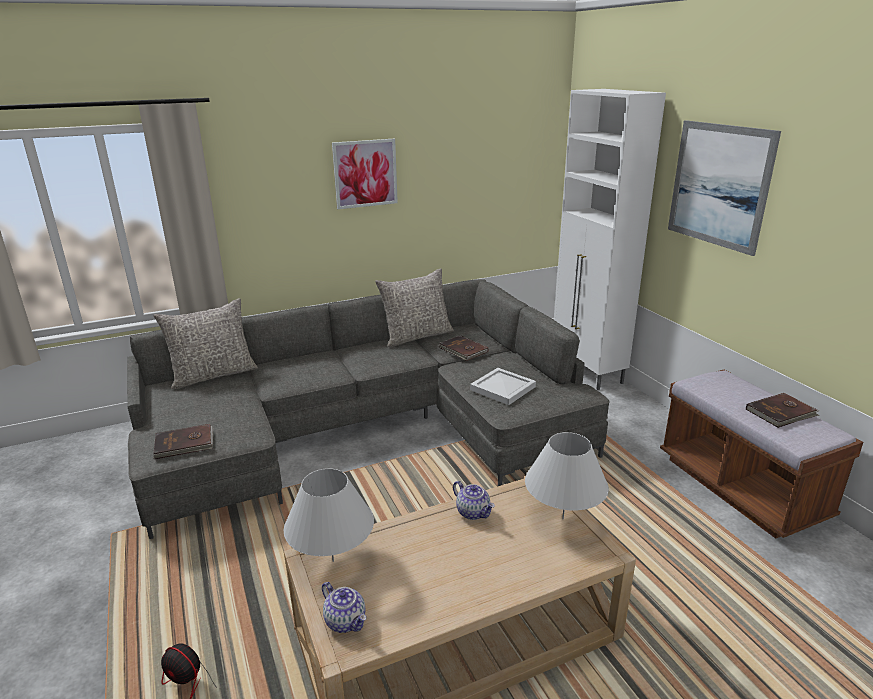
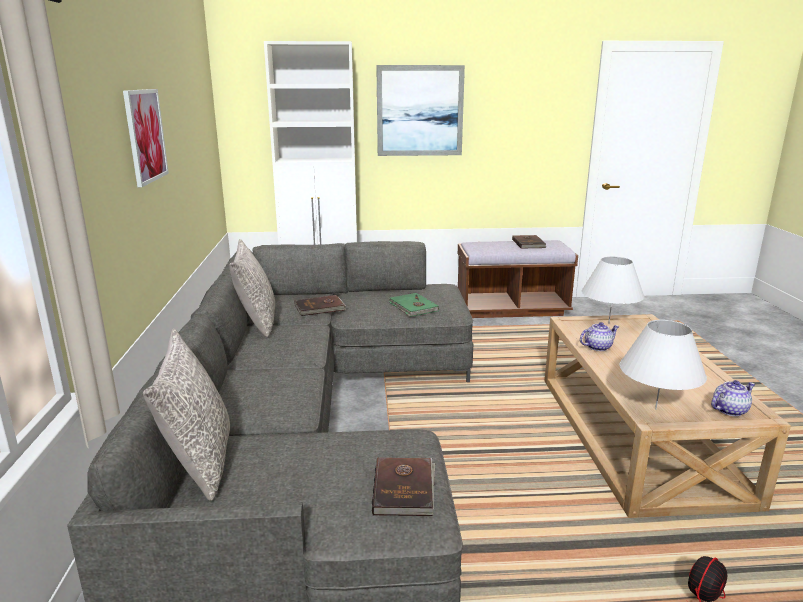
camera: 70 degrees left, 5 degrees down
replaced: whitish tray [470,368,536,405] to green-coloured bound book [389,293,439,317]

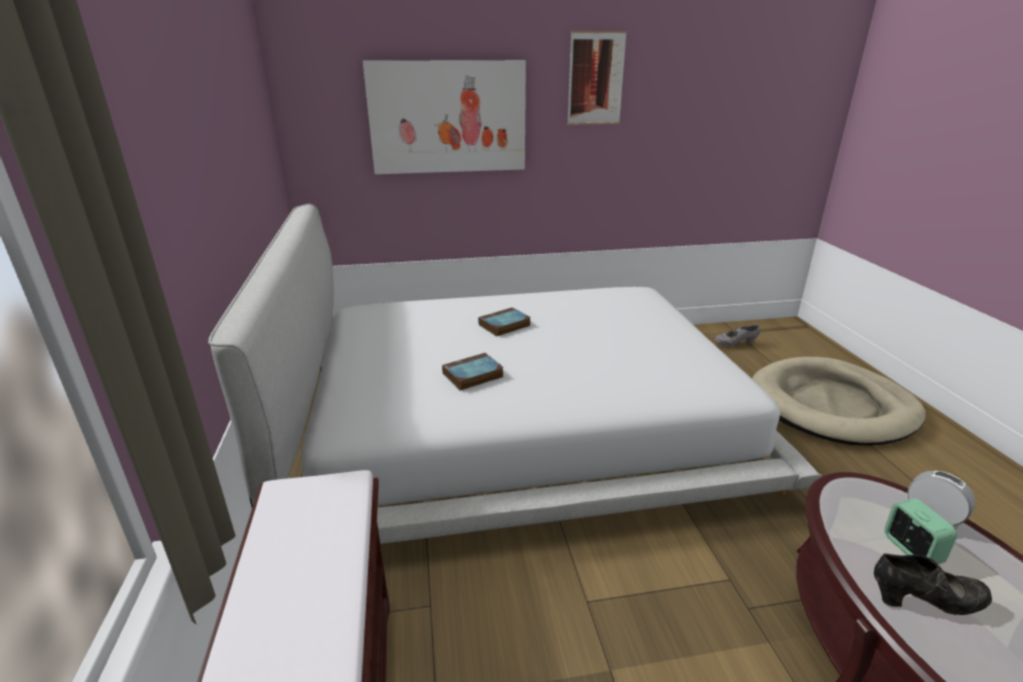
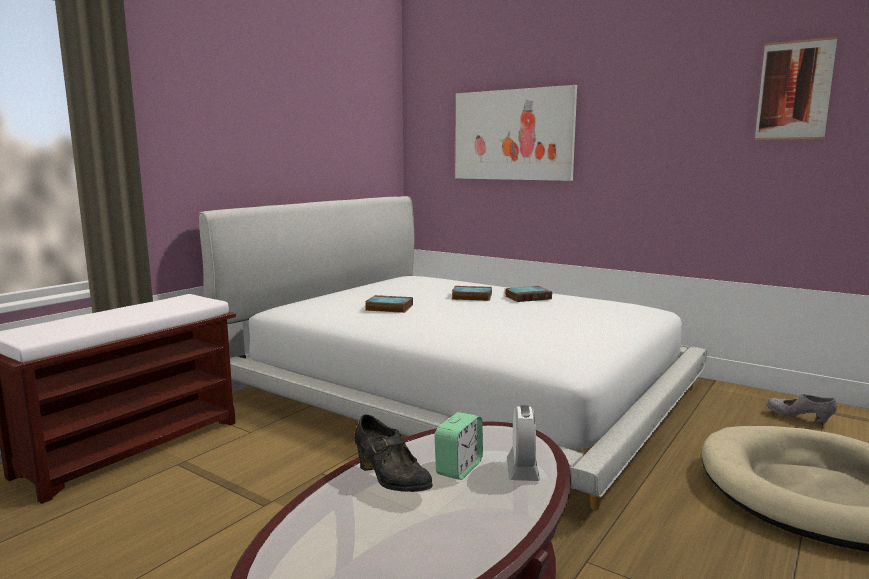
camera: 45 degrees right, 15 degrees down
added: bound book [505,286,552,302]
moved: wall picture [567,31,627,125] to [755,37,838,140]

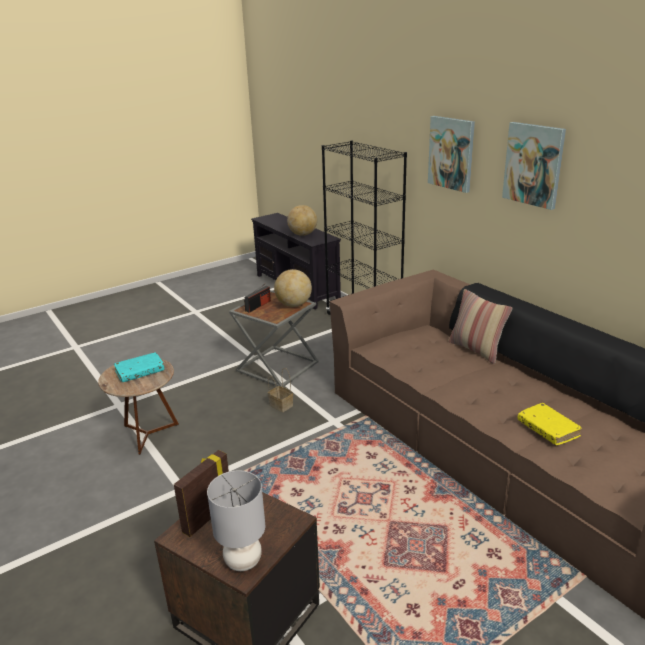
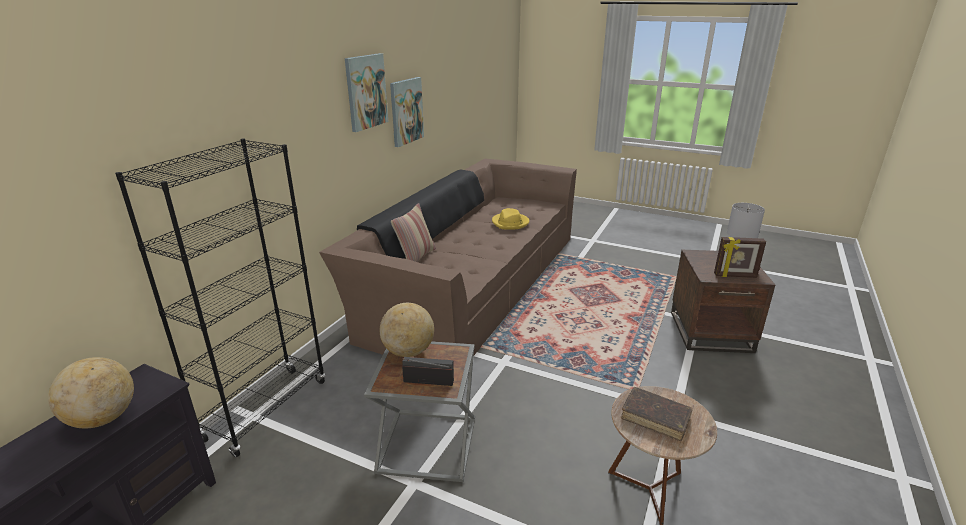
camera: 120 degrees left, 0 degrees up
removed: storage basket [268,368,293,412]
moved: wall picture [428,116,475,193] to [390,77,424,147]
replaced: yellow-coloured bound book [517,403,582,445] to yellow-coloured wearable hat [492,208,529,230]
recoloured: turquoise bound book [114,352,165,382] to brown bound book [621,387,693,441]

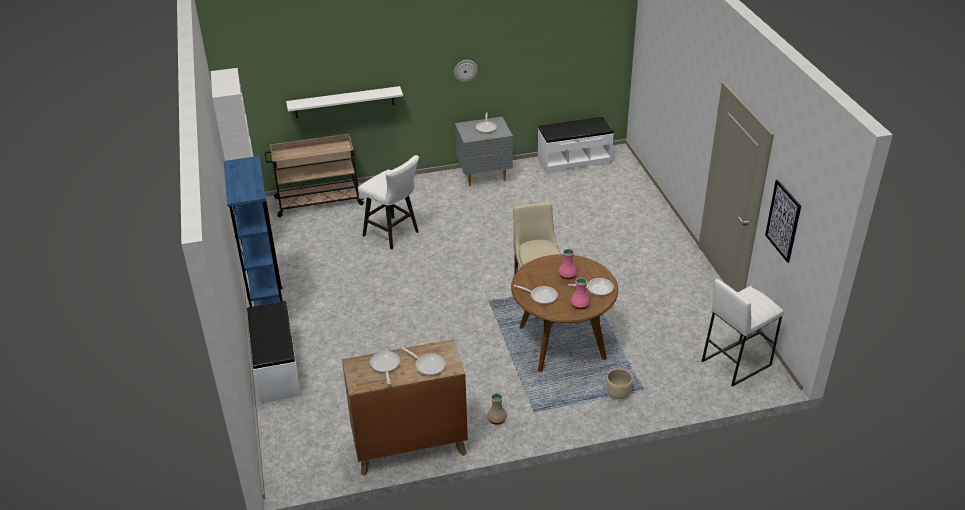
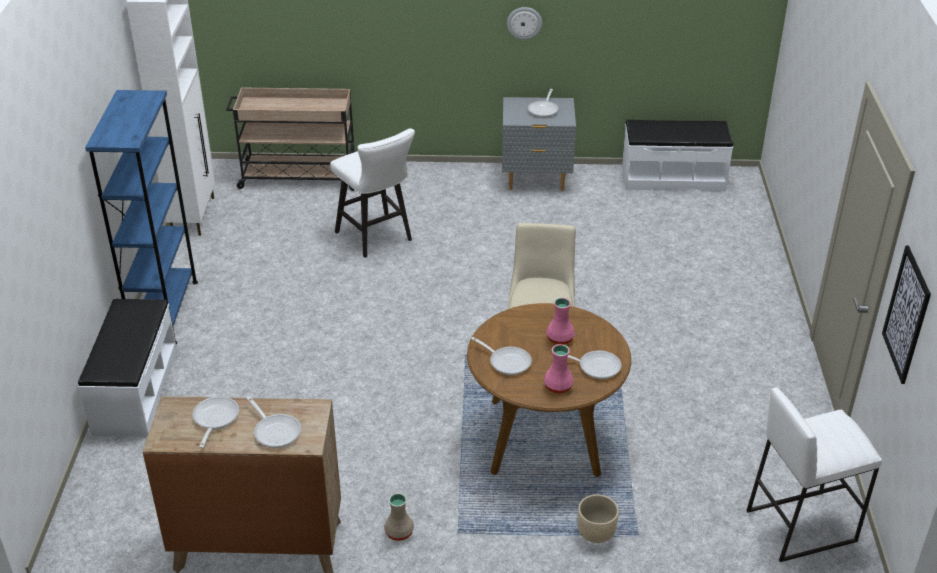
camera: 15 degrees right, 0 degrees up
removed: whitish shelf [286,86,403,118]

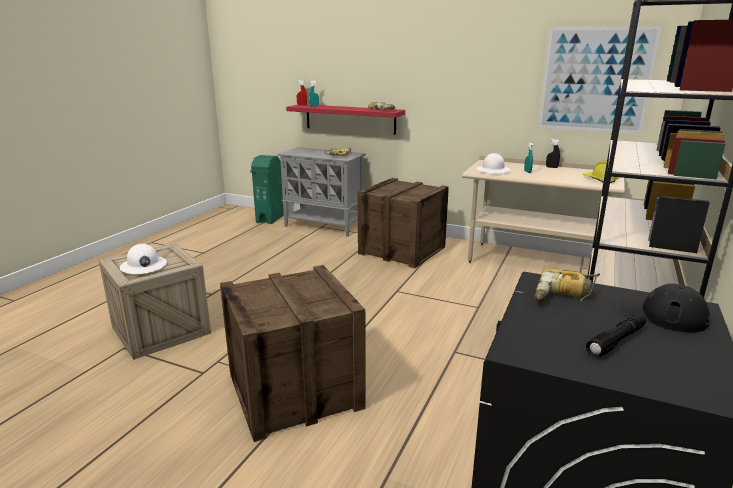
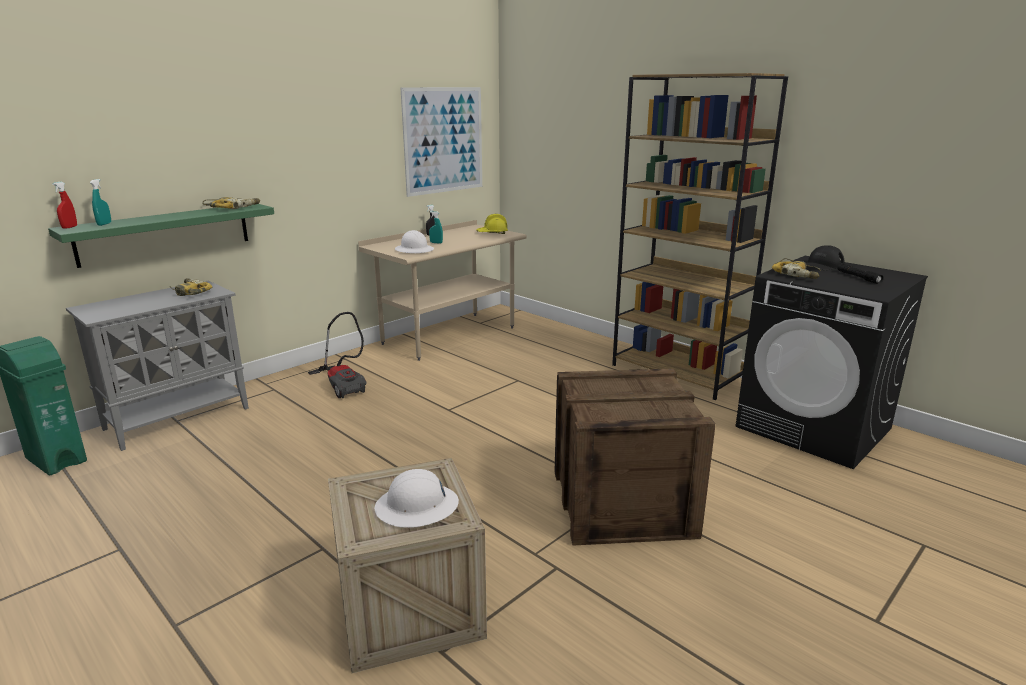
camera: 70 degrees left, 0 degrees up
replaced: crate [358,178,449,268] to vacuum [308,312,367,398]
recoloured: red-coloured shelf [286,105,405,135] to green-coloured shelf [48,204,274,268]

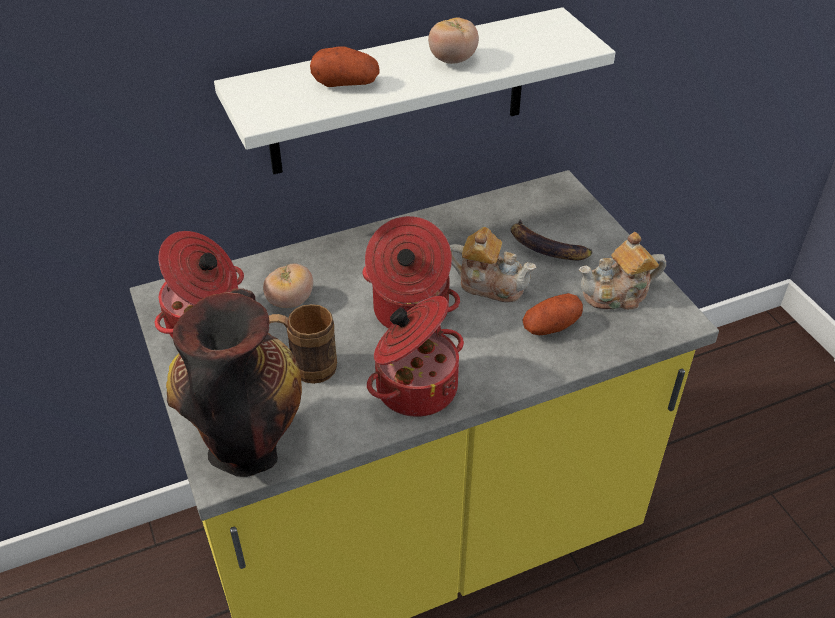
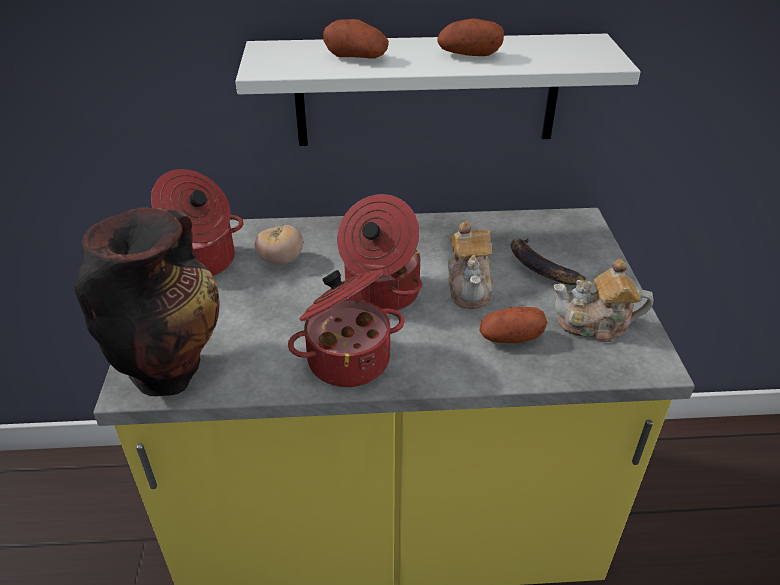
camera: 20 degrees right, 5 degrees down
removed: brown tea mug [268,304,337,384]
replaced: tomato [428,18,479,64] to spud [437,18,504,56]
turned: pot for tea [450,227,536,302] = [448,221,493,309] 45 degrees clockwise

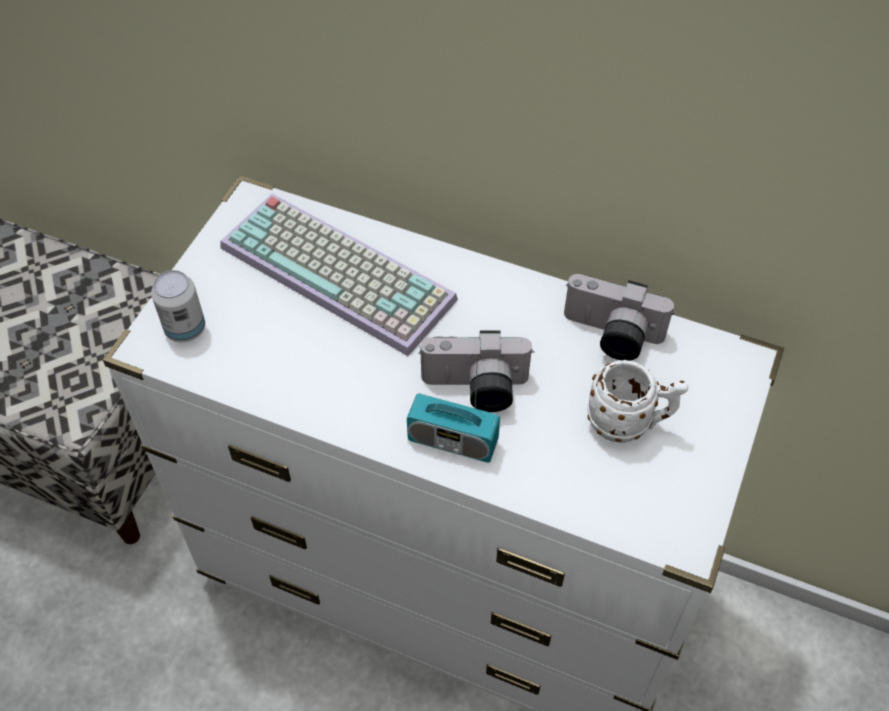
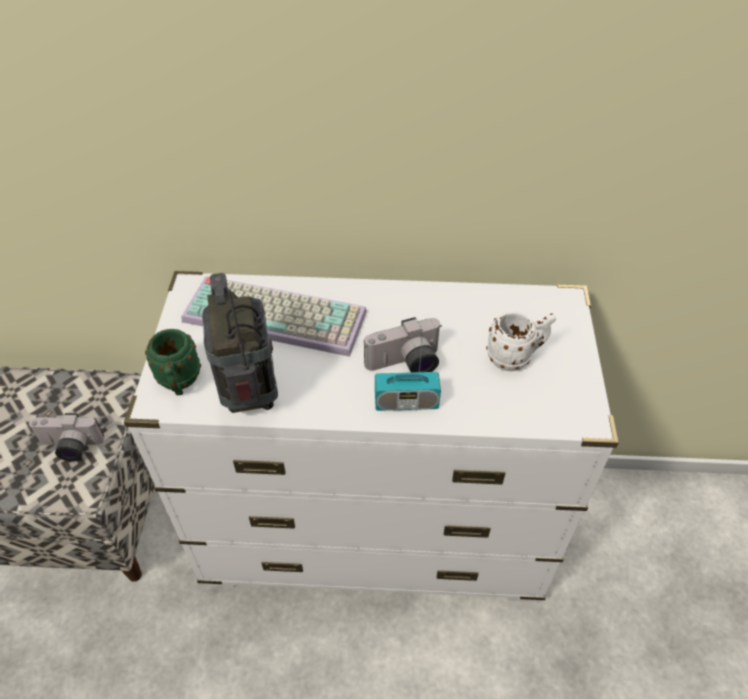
camera: 20 degrees left, 5 degrees down
added: radio [202,273,278,413]
moved: still camera [564,274,674,361] to [28,413,104,462]
replaced: can [151,270,205,342] to green-coloured tea mug [145,329,201,395]

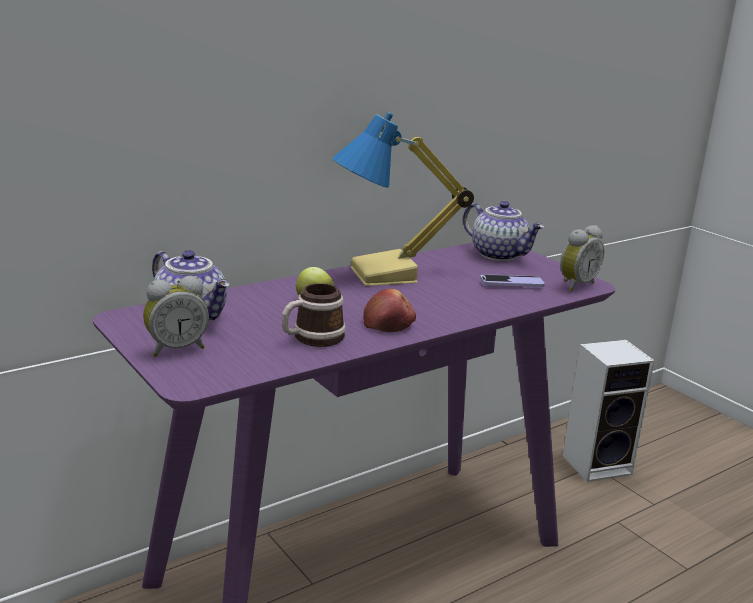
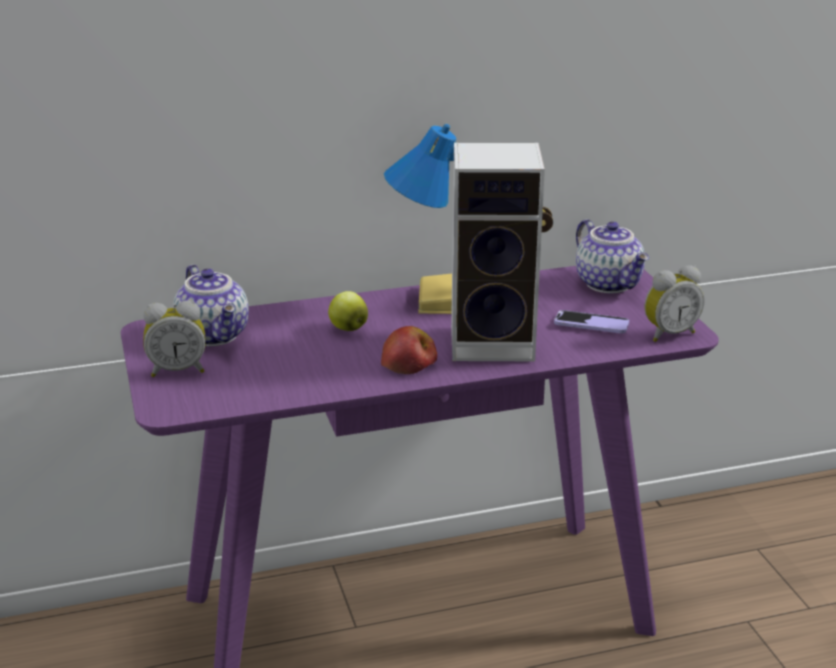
camera: 20 degrees right, 5 degrees up
removed: tea mug [282,283,346,347]
moved: audio speaker [563,340,655,482] to [451,142,545,362]

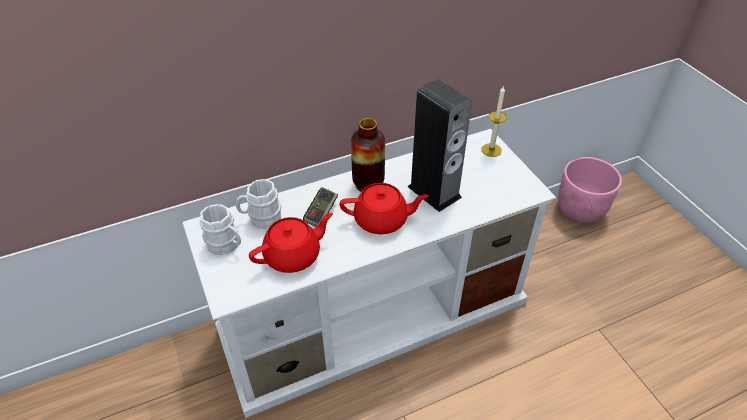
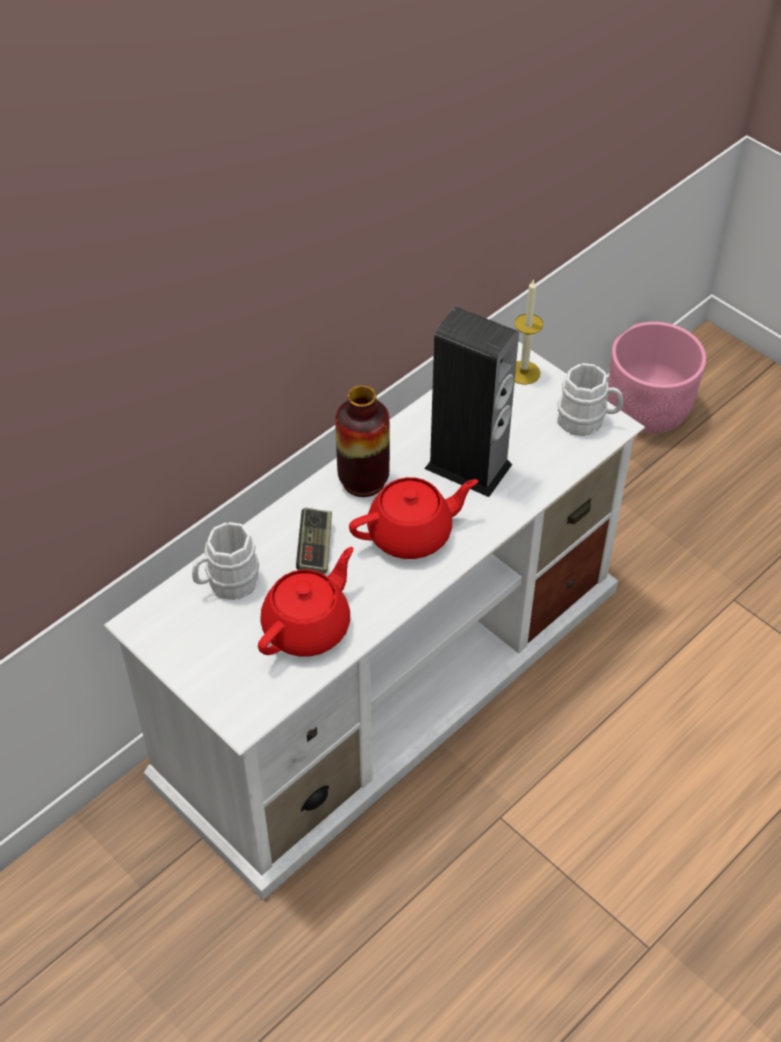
camera: 20 degrees left, 5 degrees up
moved: whitish tea mug [200,204,241,255] to [557,363,623,436]

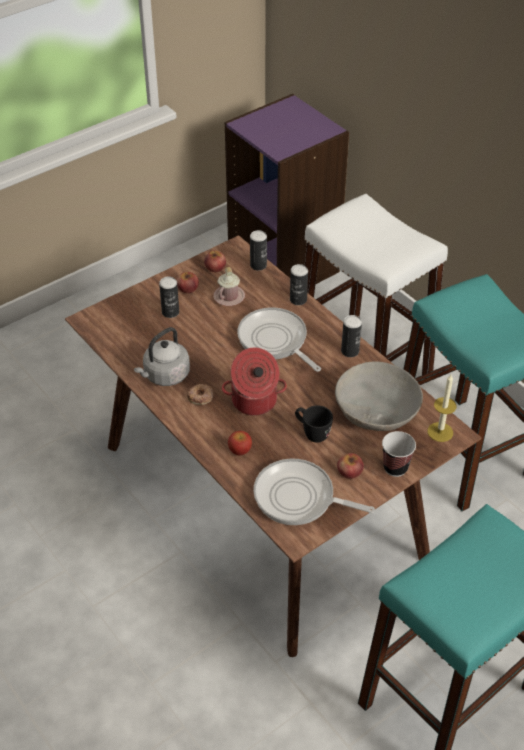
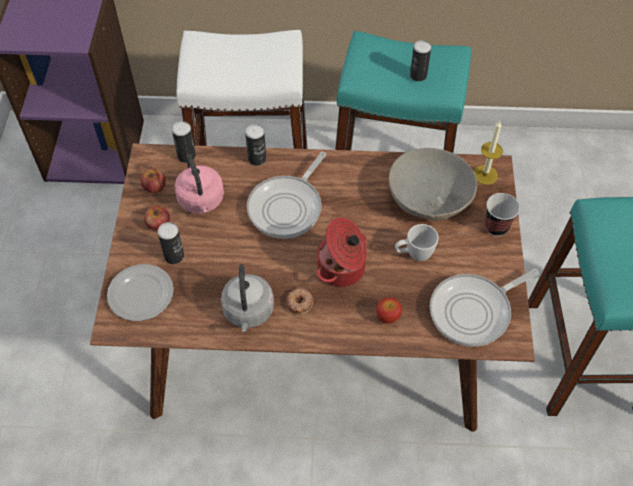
camera: 50 degrees left, 10 degrees up
removed: apple fruit [337,453,364,479]
added: flat dish [107,264,174,321]
moved: can [341,315,362,357] to [410,40,431,81]
replaced: pink-coloured tea mug [213,267,245,306] to pink-coloured water kettle [175,154,224,214]
recoloured: black tea mug [295,405,333,443] to whitish tea mug [395,224,439,261]
turned: frying pan [237,308,321,372] = [247,152,327,239] 60 degrees counterclockwise

